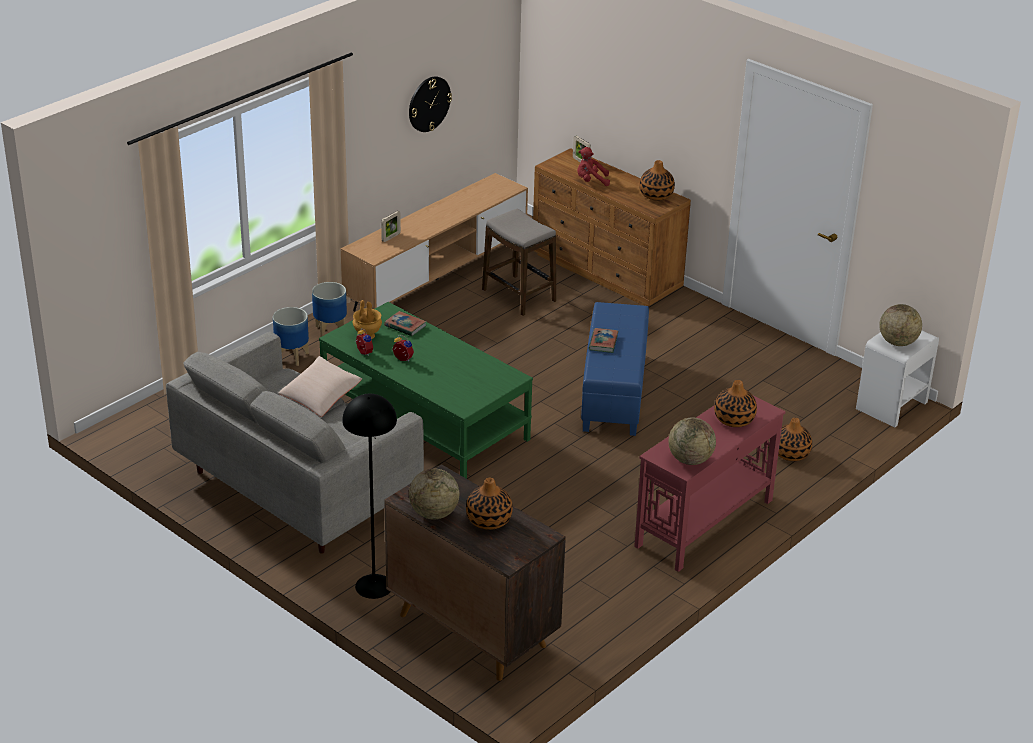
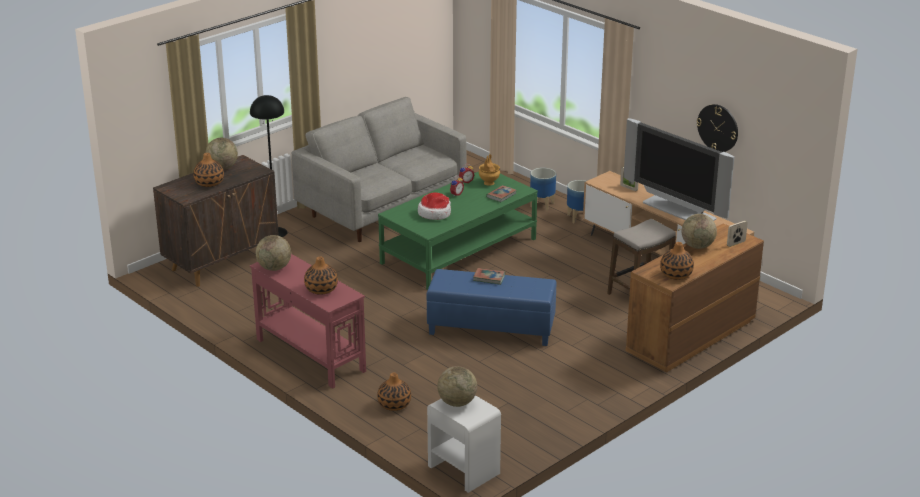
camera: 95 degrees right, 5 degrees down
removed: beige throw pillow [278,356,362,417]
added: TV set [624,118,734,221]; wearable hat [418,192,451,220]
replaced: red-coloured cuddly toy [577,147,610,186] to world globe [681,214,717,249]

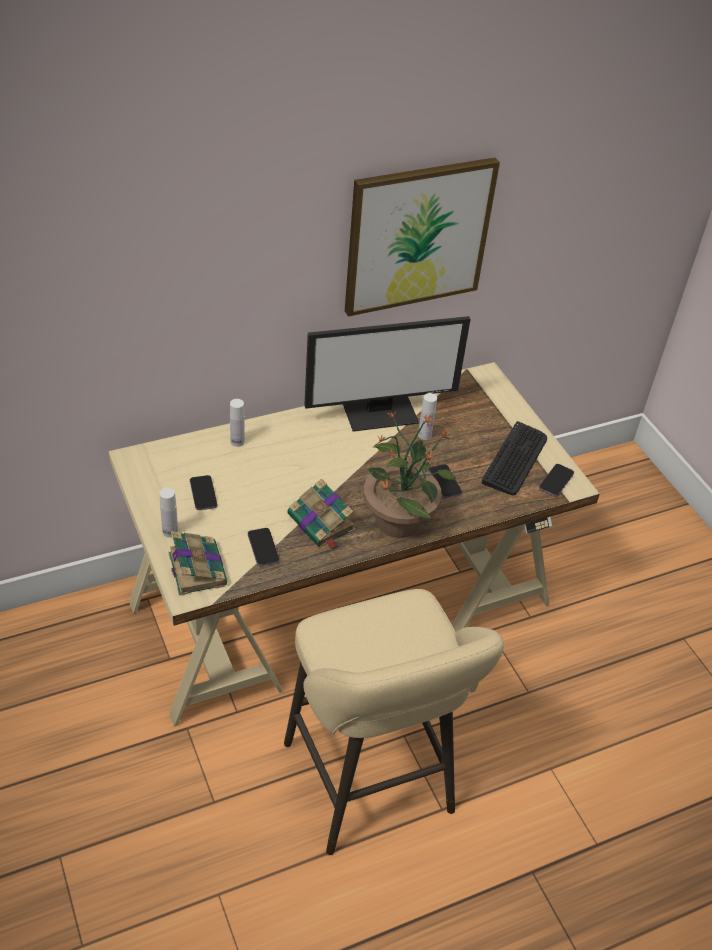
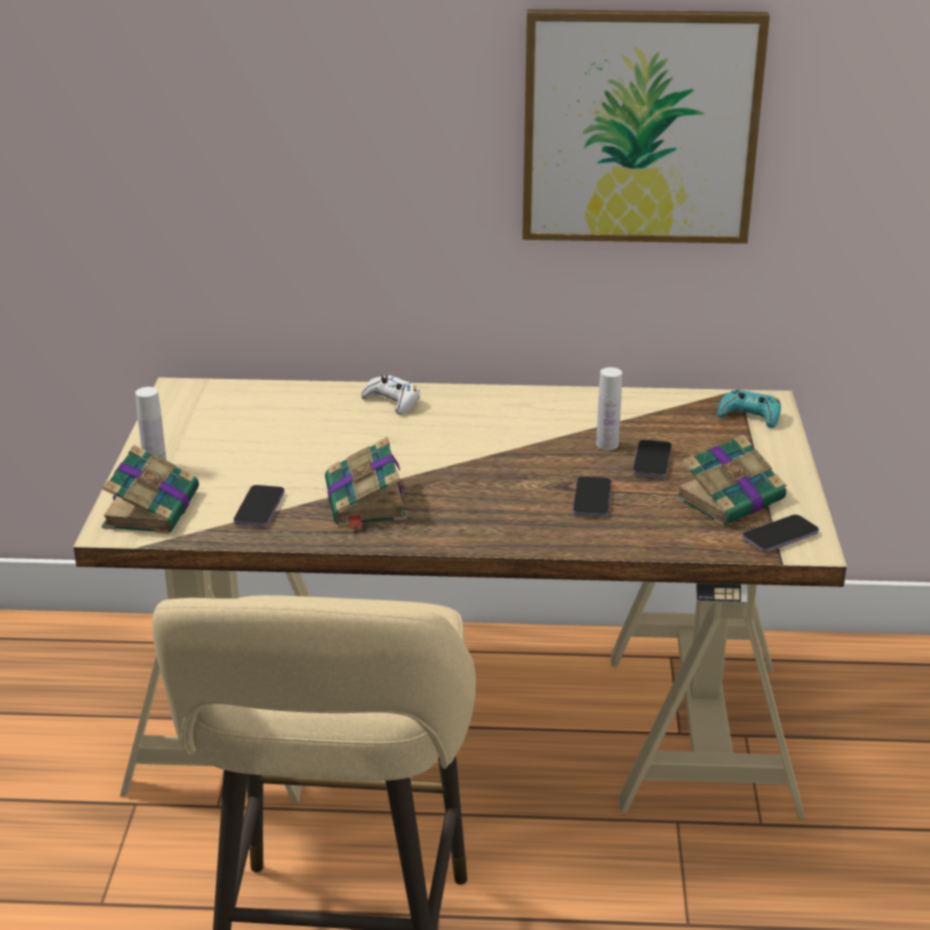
camera: 30 degrees right, 15 degrees down
removed: monitor [304,316,471,432]; whitish drink bottle [230,399,245,447]; houseplant [364,412,456,538]
added: whitish joypad [361,375,420,415]; turquoise joypad [717,390,781,428]
moved: handset [190,475,217,510] to [633,440,672,478]
replaced: PC keyboard [481,421,547,495] to bound book [674,435,787,526]

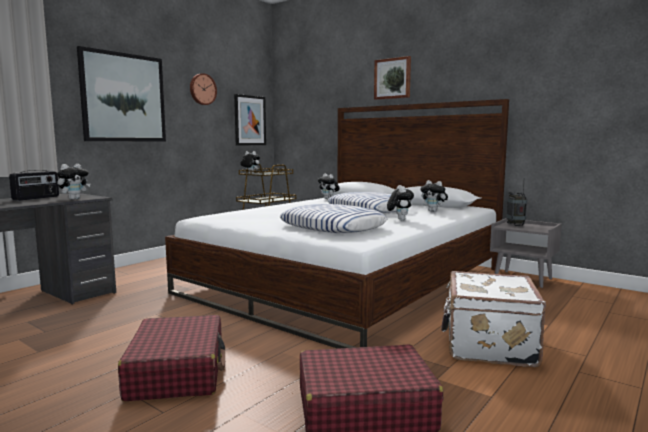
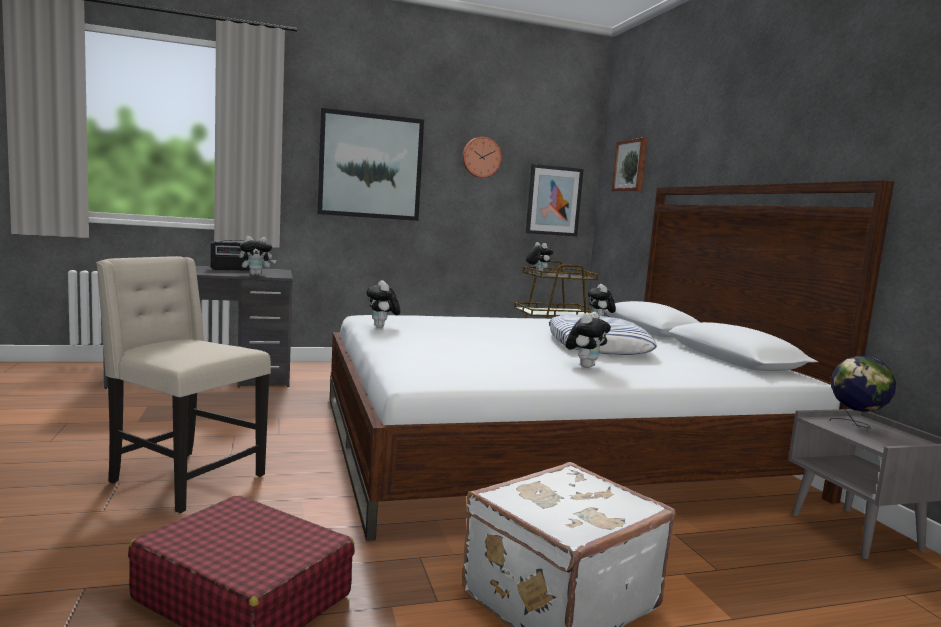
camera: 35 degrees right, 0 degrees up
removed: throw pillow [280,204,387,233]
moved: wall picture [374,56,411,100] to [612,137,648,192]; cuddly toy [420,180,448,212] to [367,280,400,328]
replaced: radio [507,182,527,226] to world globe [829,356,896,429]; red-coloured travel case [118,315,225,401] to beige upright chair [96,256,271,513]

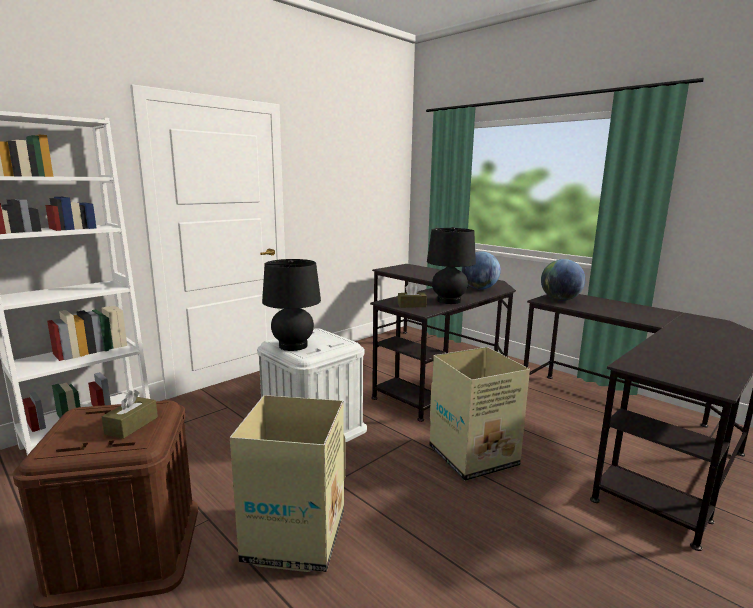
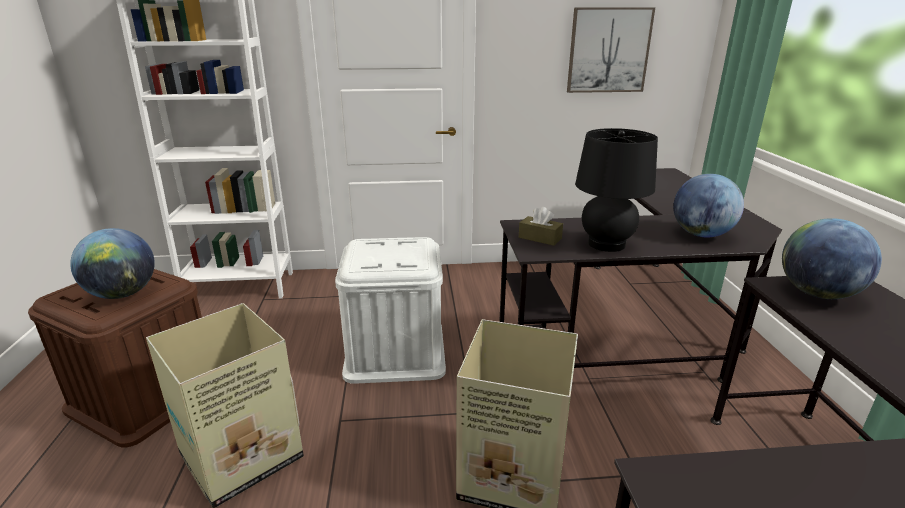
camera: 40 degrees right, 10 degrees up
removed: black tabletop lamp [262,259,321,351]
added: wall picture [567,7,655,93]
replaced: brown tissue holder [102,390,158,439] to world globe [70,228,155,299]

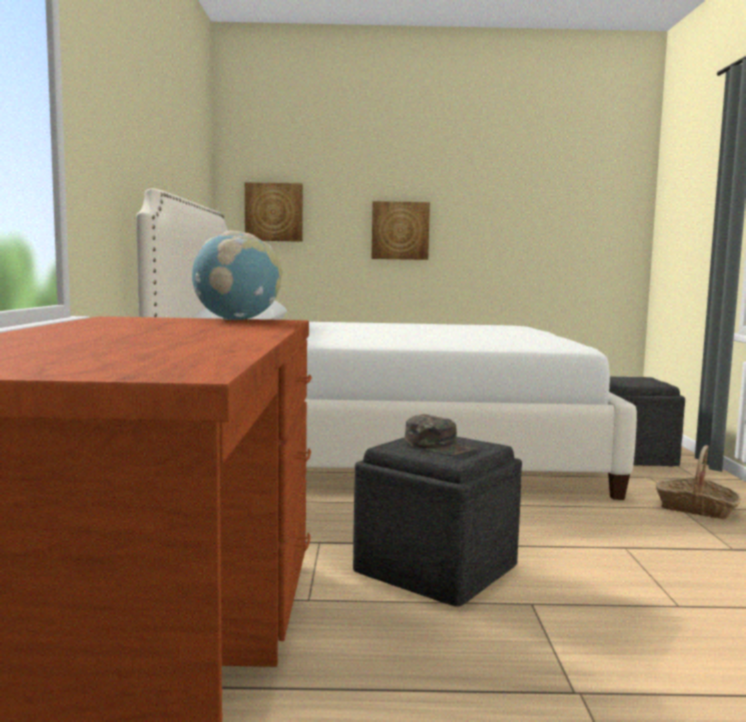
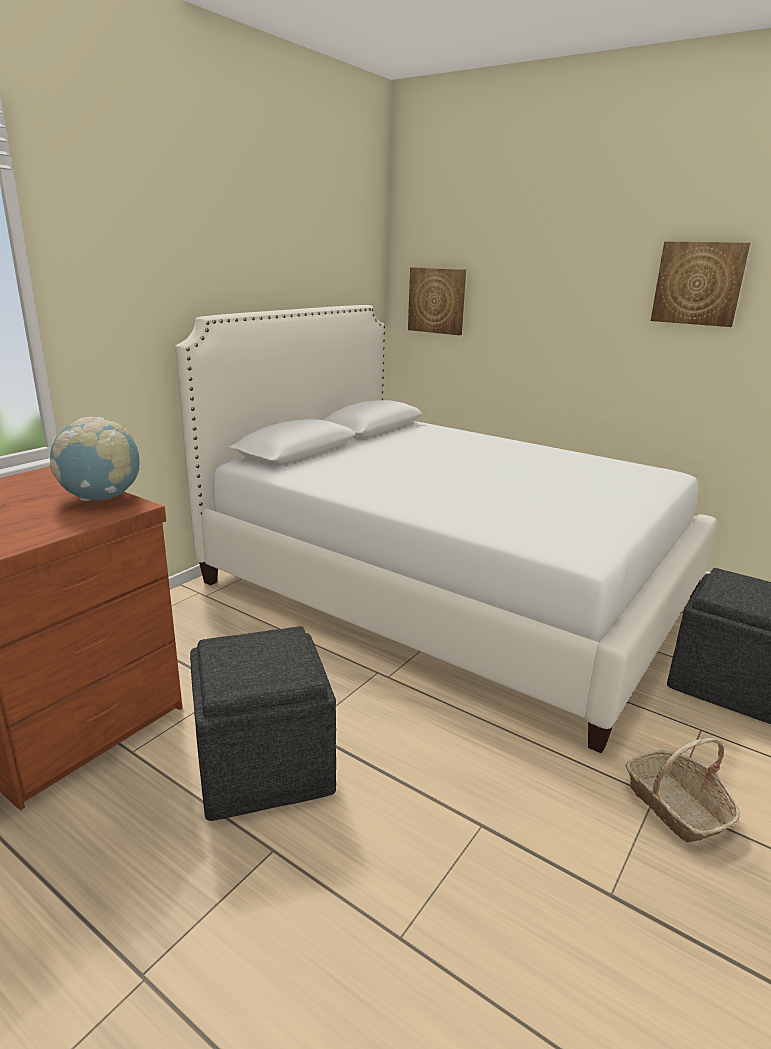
camera: 35 degrees right, 15 degrees up
removed: green-coloured baseball cap [405,414,477,456]
moved: wall picture [372,201,430,260] to [651,241,750,327]

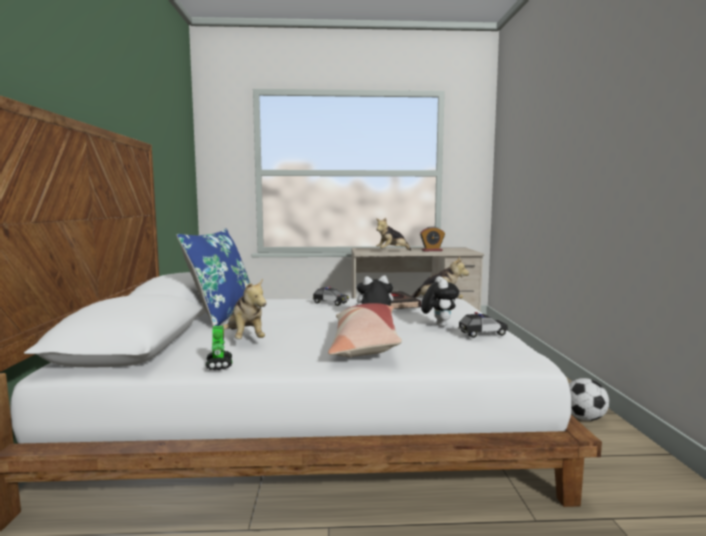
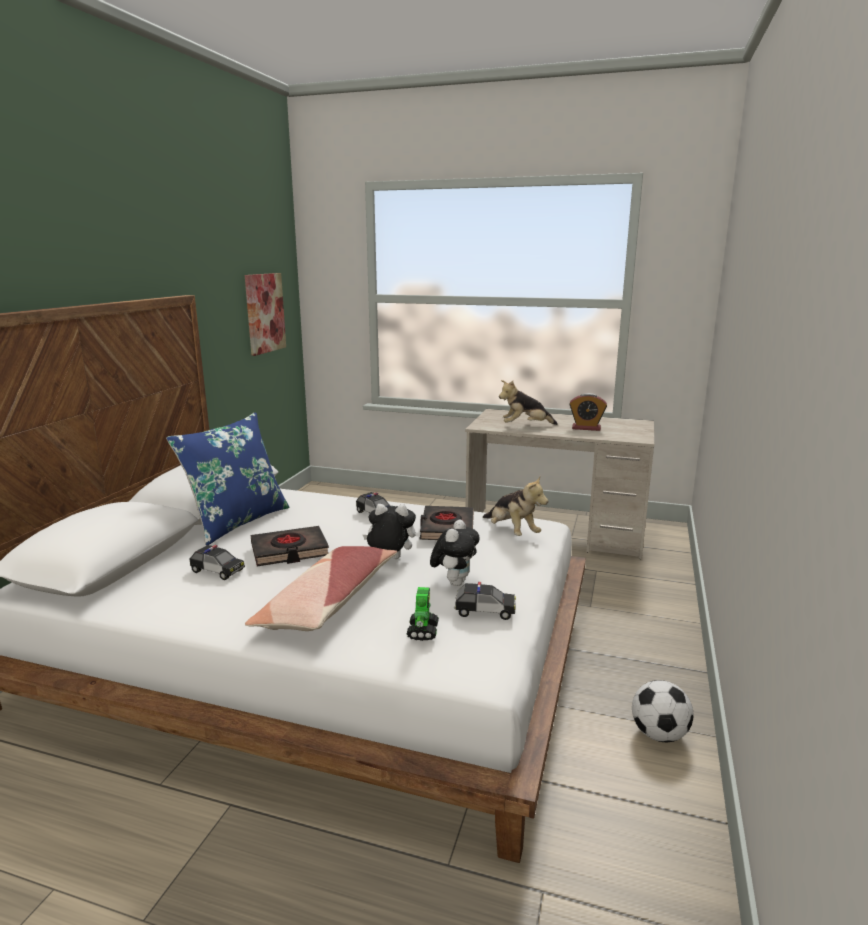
camera: 20 degrees right, 10 degrees up
added: wall picture [245,273,286,356]; black bound book [251,526,329,566]
moved: model robot [205,326,232,370] to [407,587,439,641]
replaced: cuddly toy [222,278,266,339] to model car [190,545,245,580]

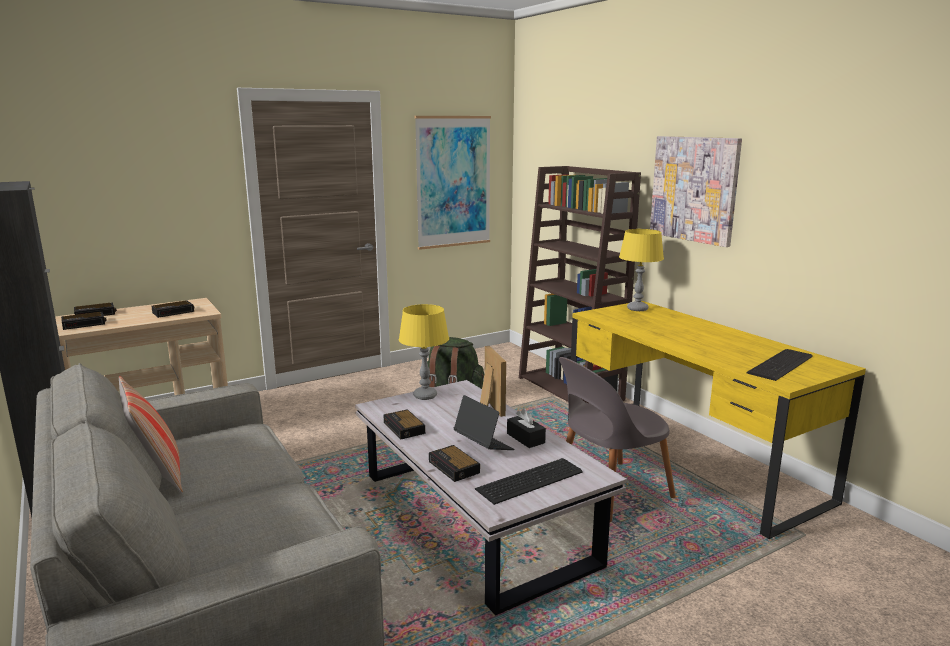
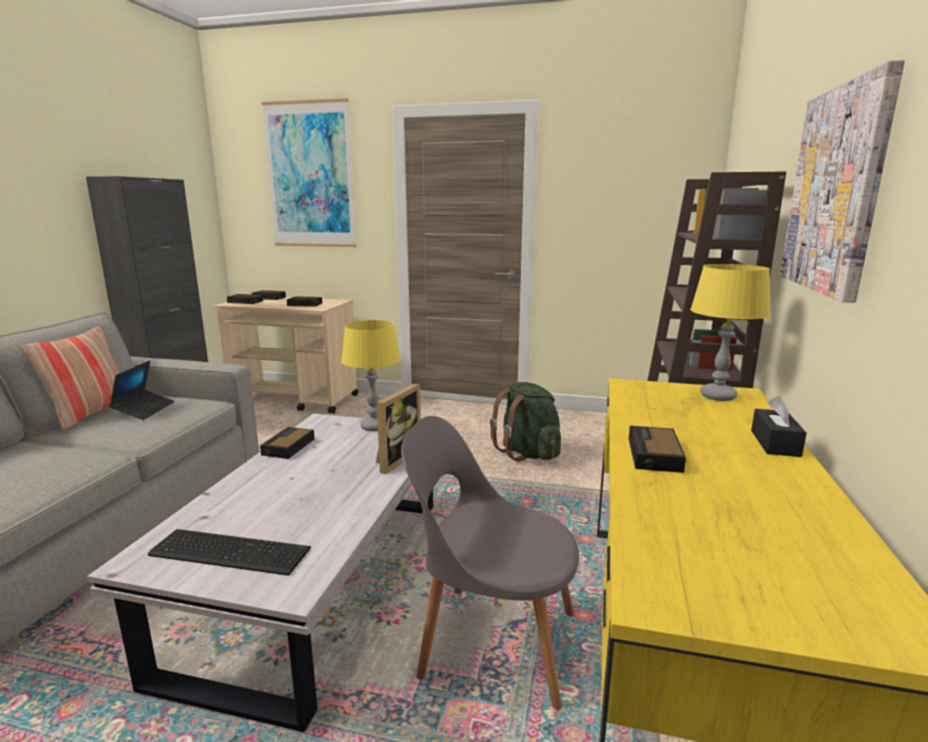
camera: 45 degrees right, 0 degrees up
removed: PC keyboard [746,349,813,381]
moved: wall picture [415,116,491,250] to [261,98,356,247]; laptop [453,395,514,450] to [109,360,174,420]; black tissue holder [507,409,546,448] to [751,396,807,457]; bedside clock [429,445,480,482] to [629,426,686,473]

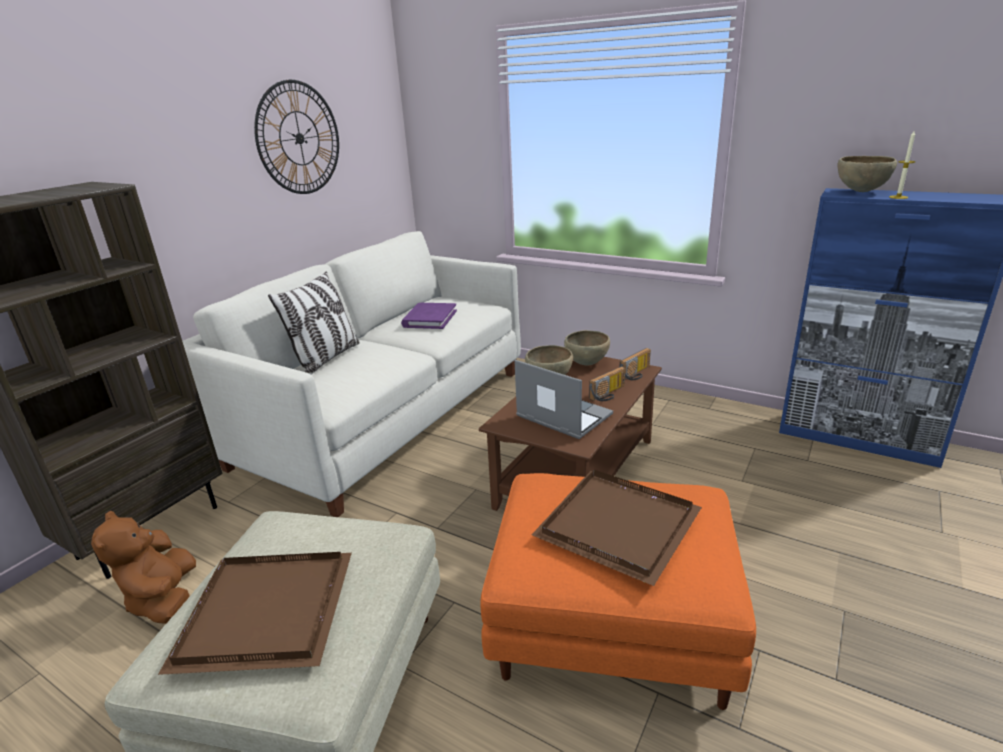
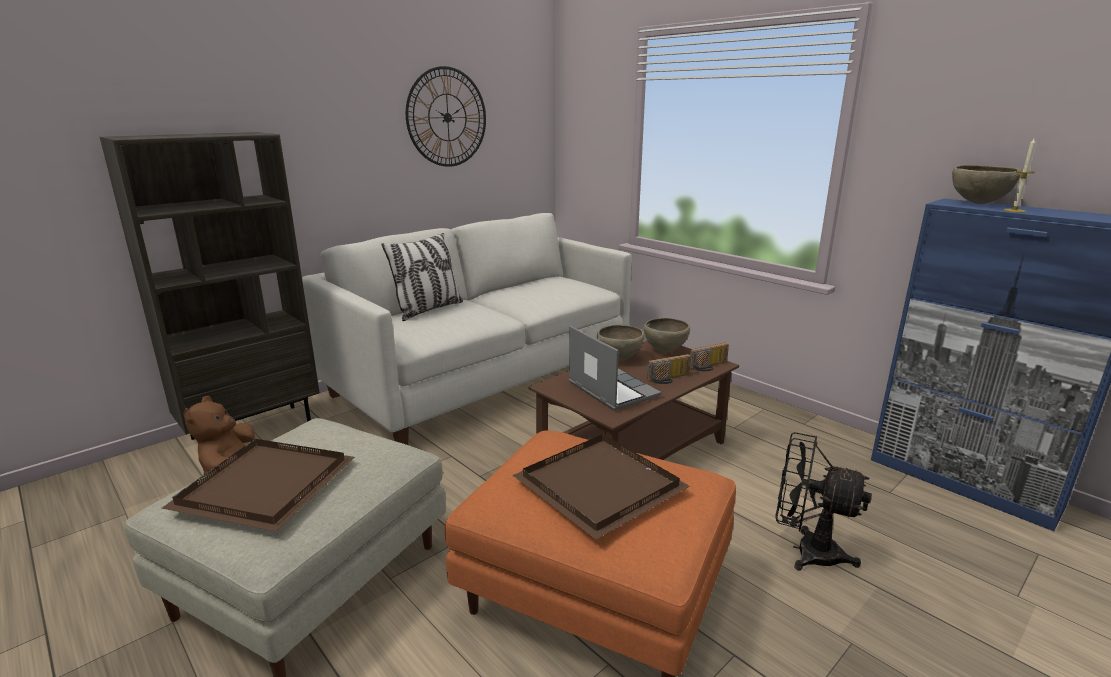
camera: 15 degrees right, 5 degrees down
removed: purple-coloured bound book [401,303,457,329]
added: black electric fan [775,432,872,571]

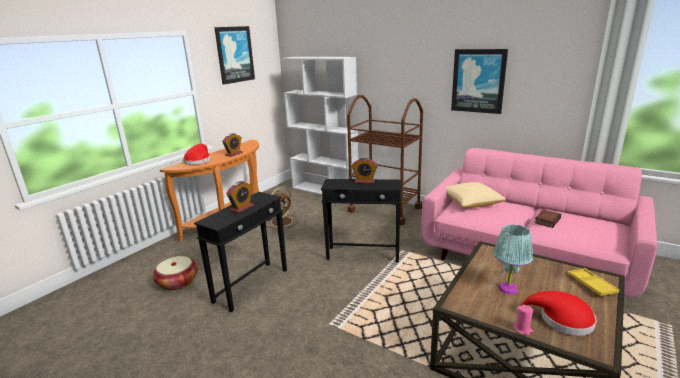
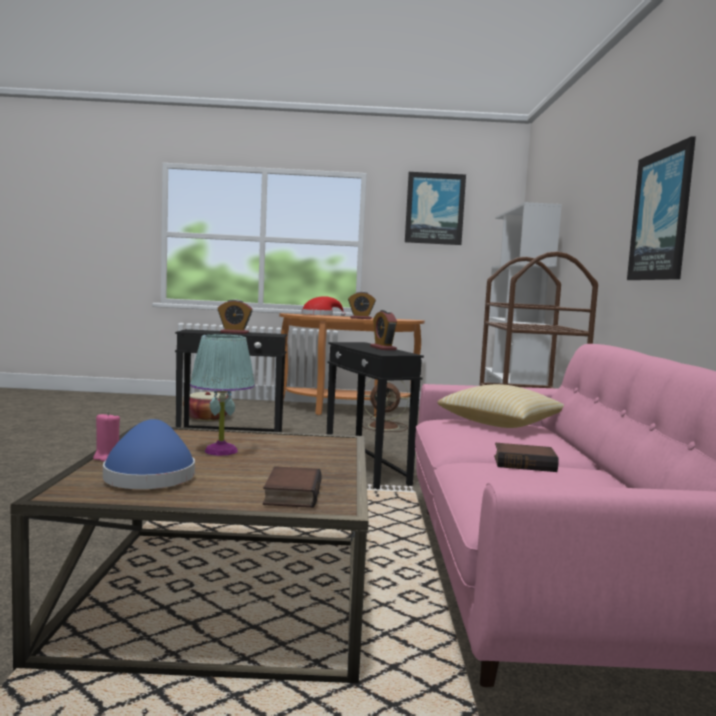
camera: 55 degrees right, 15 degrees down
replaced: yellow-coloured tray [567,268,619,296] to bound book [263,466,322,508]
recoloured: red-coloured wearable hat [517,291,597,336] to bluish wearable hat [103,419,195,489]

